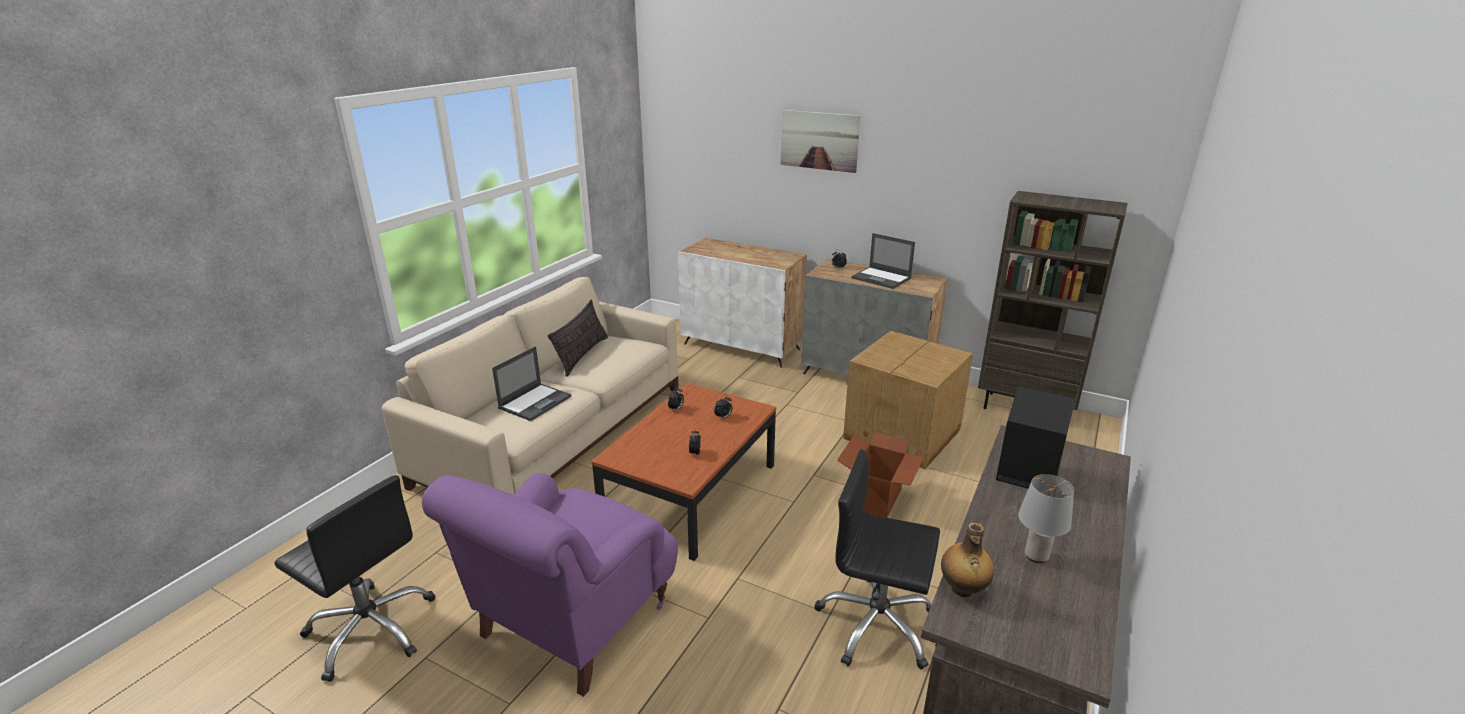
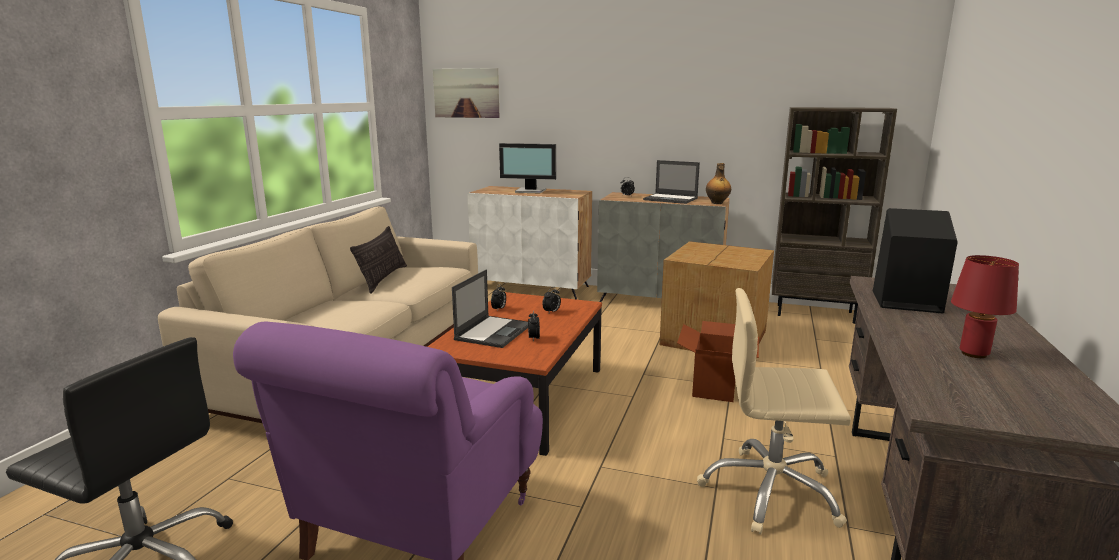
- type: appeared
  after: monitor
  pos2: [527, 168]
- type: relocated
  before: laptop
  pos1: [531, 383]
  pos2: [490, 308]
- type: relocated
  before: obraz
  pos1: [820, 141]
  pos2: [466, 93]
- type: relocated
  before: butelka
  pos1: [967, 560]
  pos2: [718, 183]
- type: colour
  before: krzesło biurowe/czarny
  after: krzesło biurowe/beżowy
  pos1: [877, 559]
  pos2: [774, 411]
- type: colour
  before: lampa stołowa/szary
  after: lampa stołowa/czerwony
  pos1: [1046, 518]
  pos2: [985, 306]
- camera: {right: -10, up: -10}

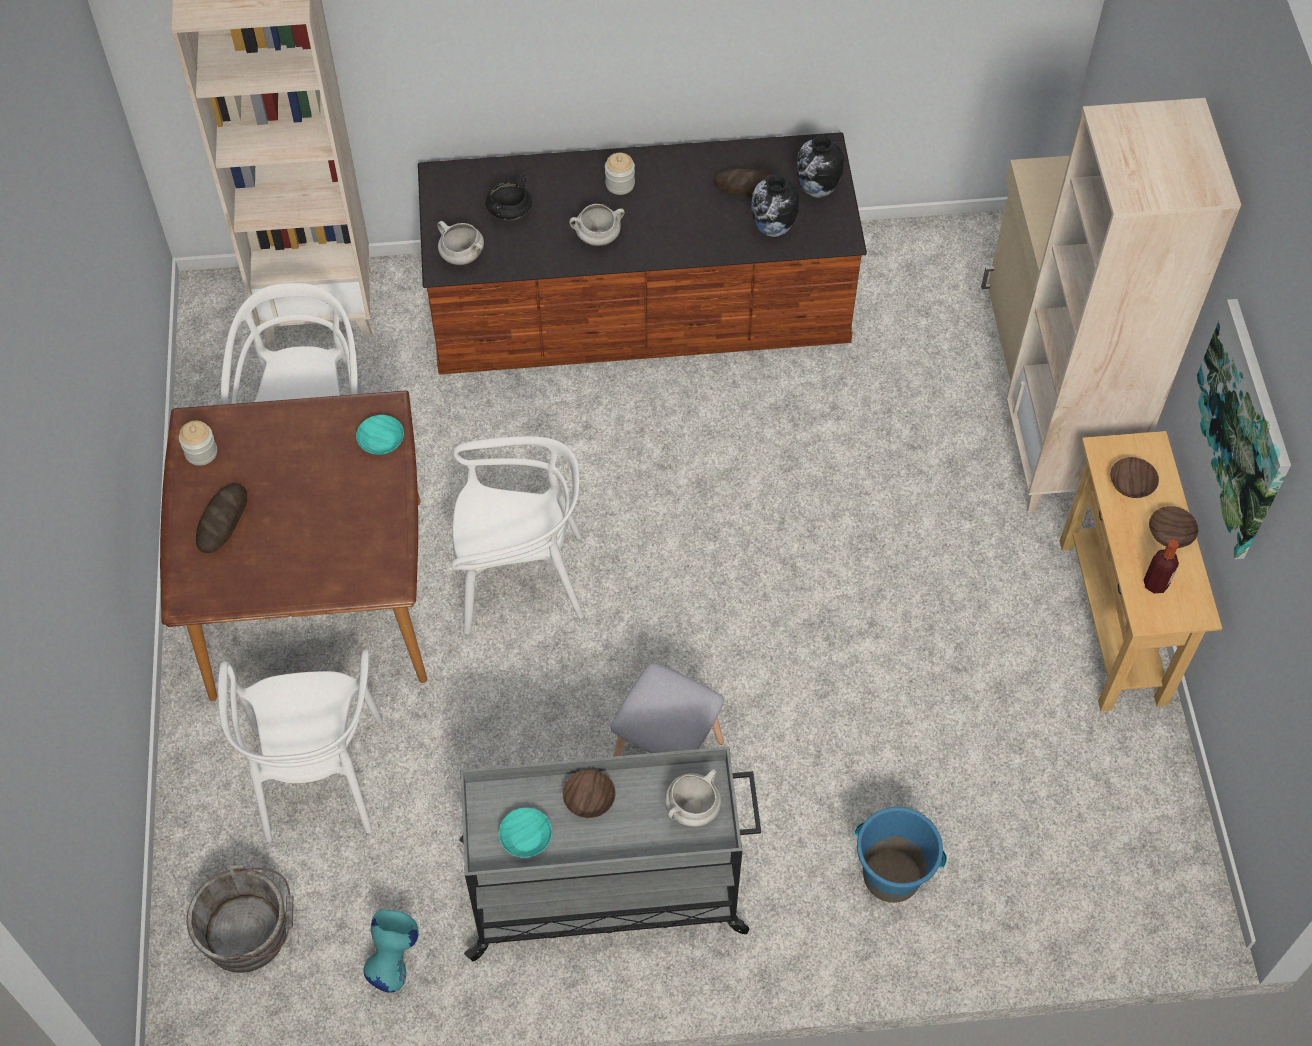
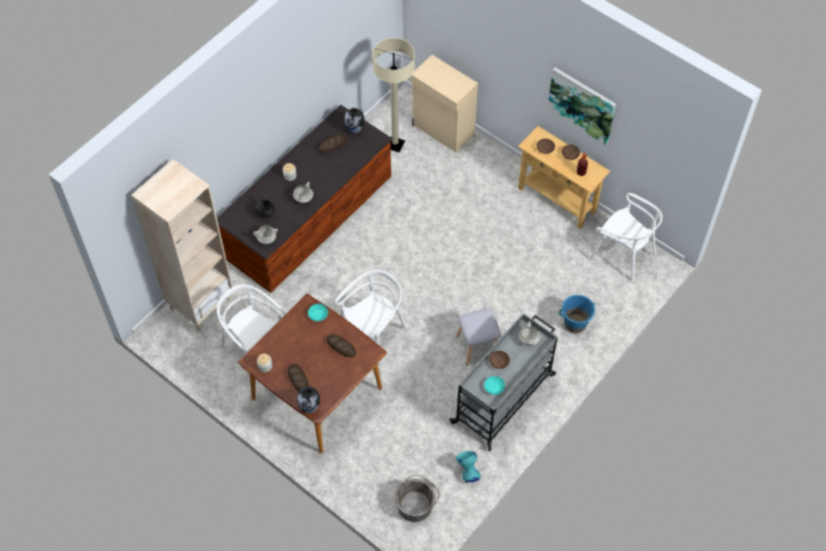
- type: missing
  before: regał/beżowy
  pos1: [1123, 305]
- type: appeared
  after: chleb
  pos2: [341, 346]
- type: appeared
  after: lampa stojąca/beżowy
  pos2: [393, 95]
- type: relocated
  before: krzesło/biały
  pos1: [300, 745]
  pos2: [626, 237]
- type: relocated
  before: wazon
  pos1: [775, 205]
  pos2: [308, 400]
- camera: {right: -45, up: 0}

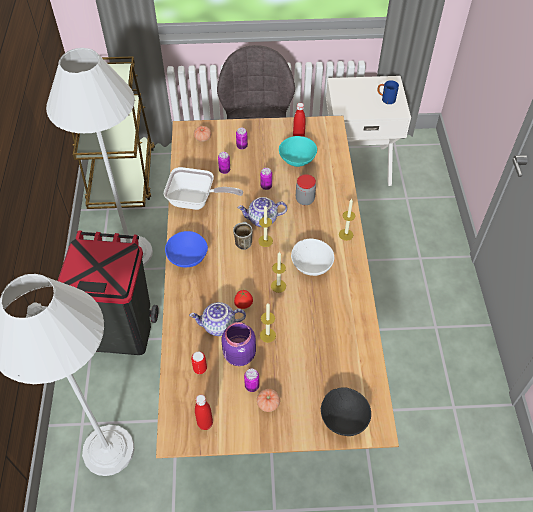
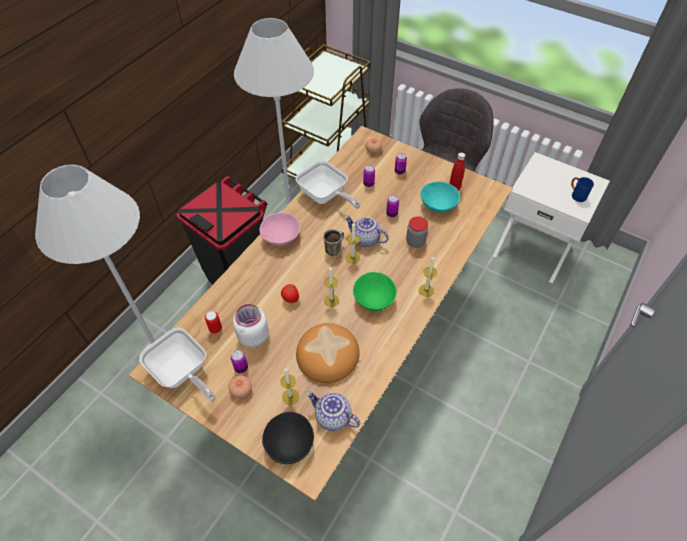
- type: appeared
  after: chleb
  pos2: [328, 353]
- type: relocated
  before: imbryk
  pos1: [217, 319]
  pos2: [333, 411]
- type: relocated
  before: świeca
  pos1: [268, 323]
  pos2: [289, 386]
- type: exchanged
  before: butelka/czerwony
  after: patelnia
  pos1: [204, 412]
  pos2: [177, 365]
- type: colour
  before: miska/niebieski
  after: miska/różowy
  pos1: [186, 249]
  pos2: [279, 229]
- type: colour
  before: słoik/fioletowy
  after: słoik/biały
  pos1: [238, 344]
  pos2: [251, 325]
- type: colour
  before: miska/biały
  after: miska/zielony
  pos1: [312, 257]
  pos2: [375, 291]
- camera: {right: 35, up: 0}

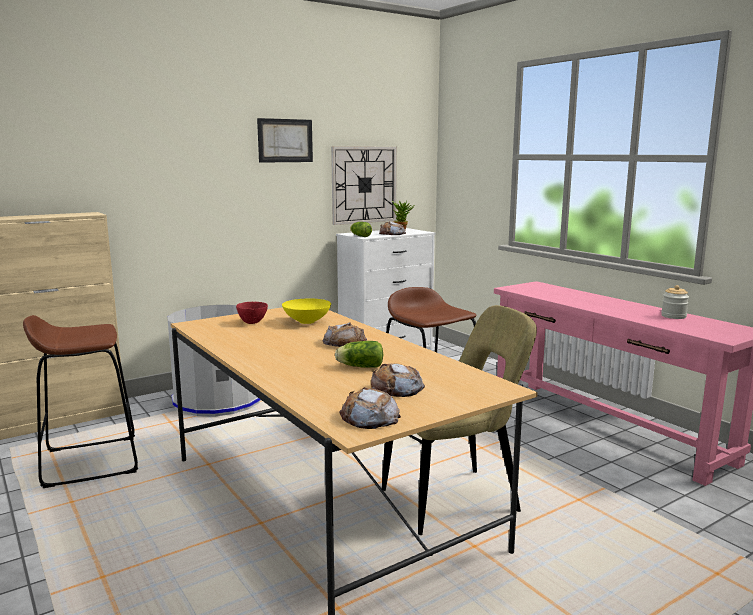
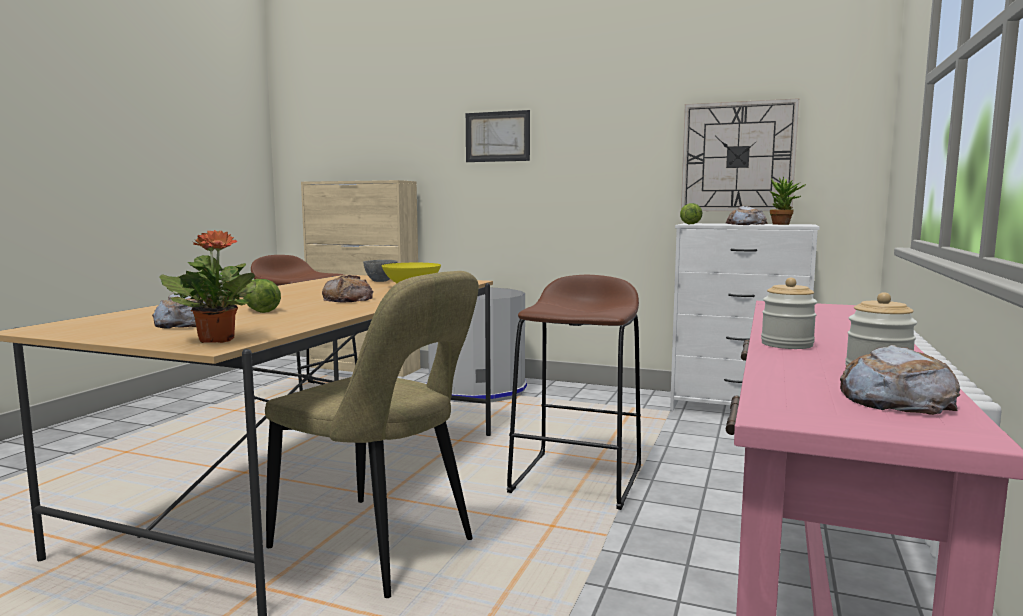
- type: appeared
  after: roślina doniczkowa
  pos2: [207, 286]
- type: appeared
  after: słoik
  pos2: [789, 313]
- type: relocated
  before: obraz
  pos1: [285, 140]
  pos2: [498, 136]
- type: relocated
  before: chleb
  pos1: [370, 408]
  pos2: [900, 380]
- type: colour
  before: miska/czerwony
  after: miska/szary
  pos1: [252, 313]
  pos2: [380, 271]
- camera: {right: 55, up: -5}

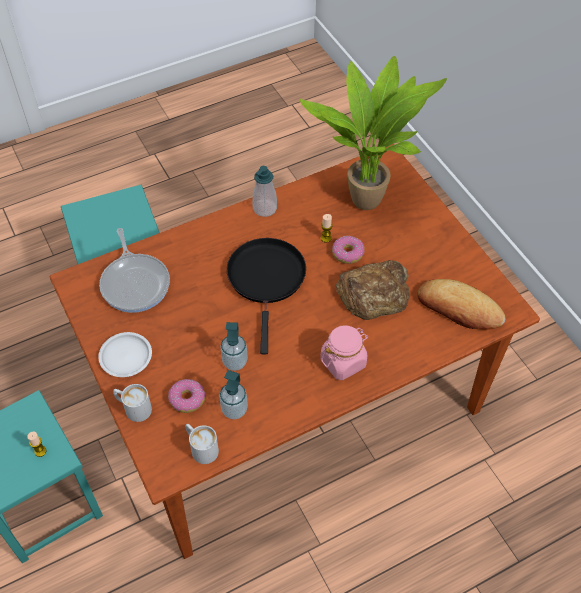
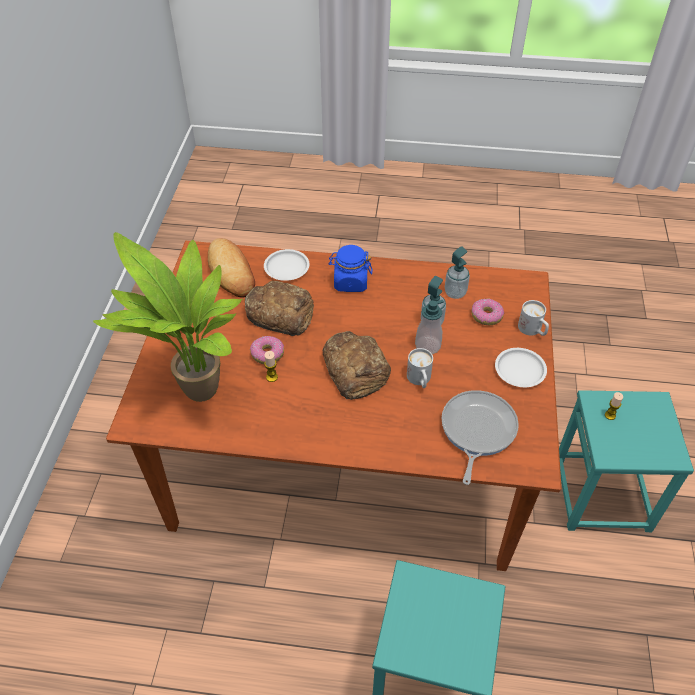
- type: appeared
  after: talerz/biały
  pos2: [287, 265]
- type: relocated
  before: kubek/biały
  pos1: [202, 444]
  pos2: [420, 368]
- type: relocated
  before: dozownik mydła
  pos1: [264, 191]
  pos2: [429, 327]
- type: exchanged
  before: patelnia/czarny
  after: chleb
  pos1: [266, 296]
  pos2: [357, 365]
- type: colour
  before: słoik/różowy
  after: słoik/niebieski
  pos1: [344, 352]
  pos2: [350, 268]
- camera: {right: -145, up: -5}

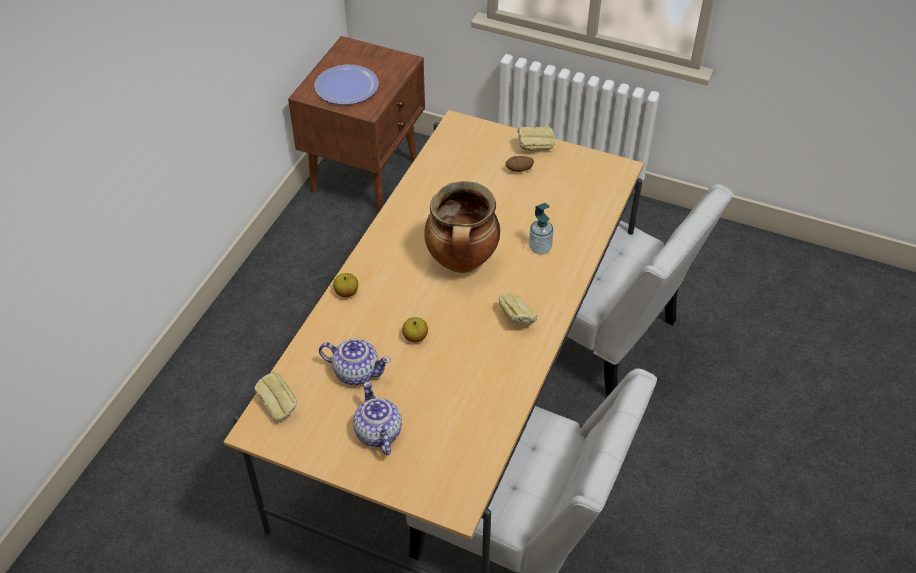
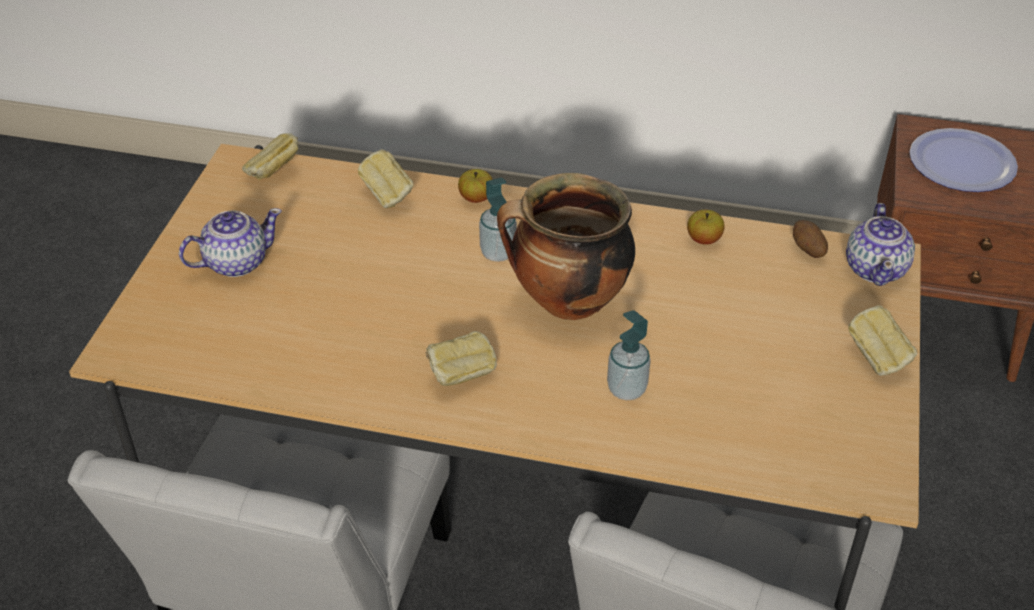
- type: appeared
  after: chleb
  pos2: [386, 179]
- type: appeared
  after: dozownik mydła
  pos2: [498, 219]
- type: relocated
  before: imbryk
  pos1: [355, 362]
  pos2: [880, 244]
- type: relocated
  before: jabłko
  pos1: [415, 330]
  pos2: [706, 227]
- type: relocated
  before: ziemniak
  pos1: [520, 164]
  pos2: [810, 239]
- camera: {right: 80, up: -5}

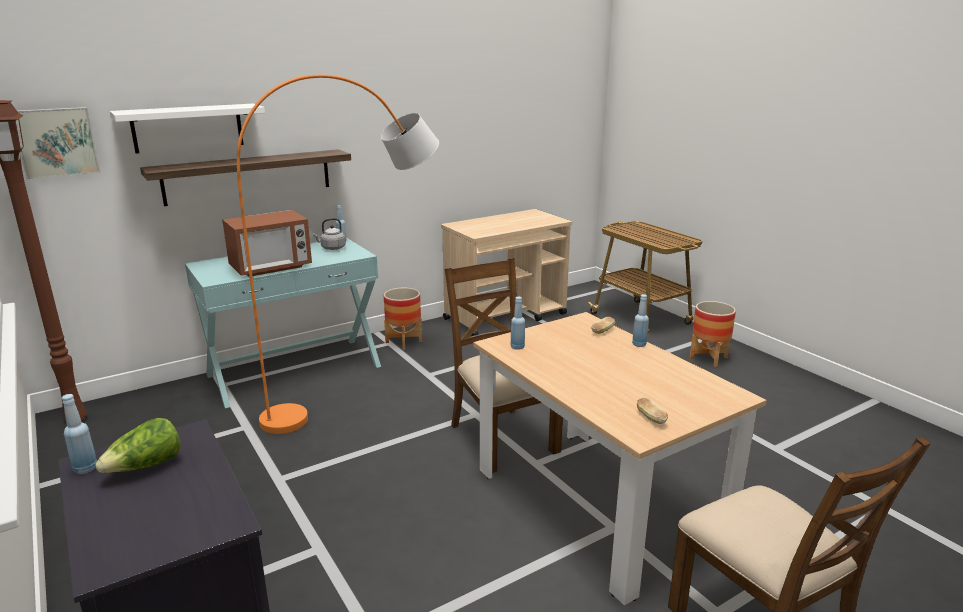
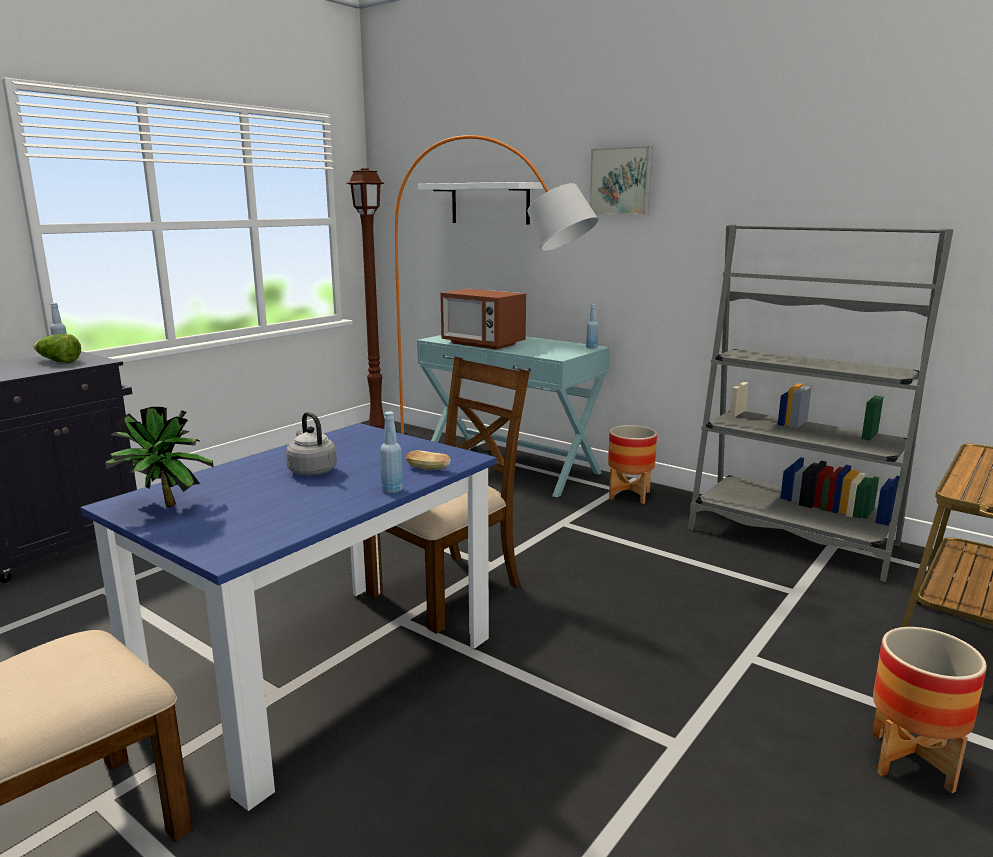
- type: missing
  before: półka
  pos1: [245, 177]
- type: missing
  before: butelka/niebieski
  pos1: [518, 323]
- type: relocated
  before: obraz
  pos1: [59, 143]
  pos2: [621, 180]
- type: relocated
  before: czajnik/szary
  pos1: [329, 234]
  pos2: [311, 444]
- type: exchanged
  before: wózek/beżowy
  after: regał/szary
  pos1: [506, 272]
  pos2: [820, 403]
- type: exchanged
  before: chleb
  after: roślina doniczkowa
  pos1: [652, 411]
  pos2: [159, 457]
- type: colour
  before: stół jadalny/beżowy
  after: stół jadalny/niebieski
  pos1: [620, 458]
  pos2: [288, 617]
- camera: {right: 70, up: -5}

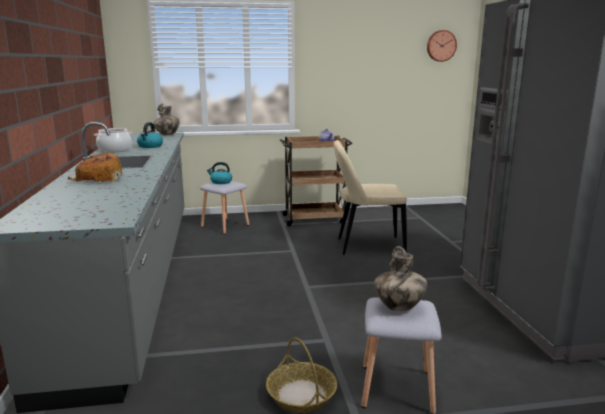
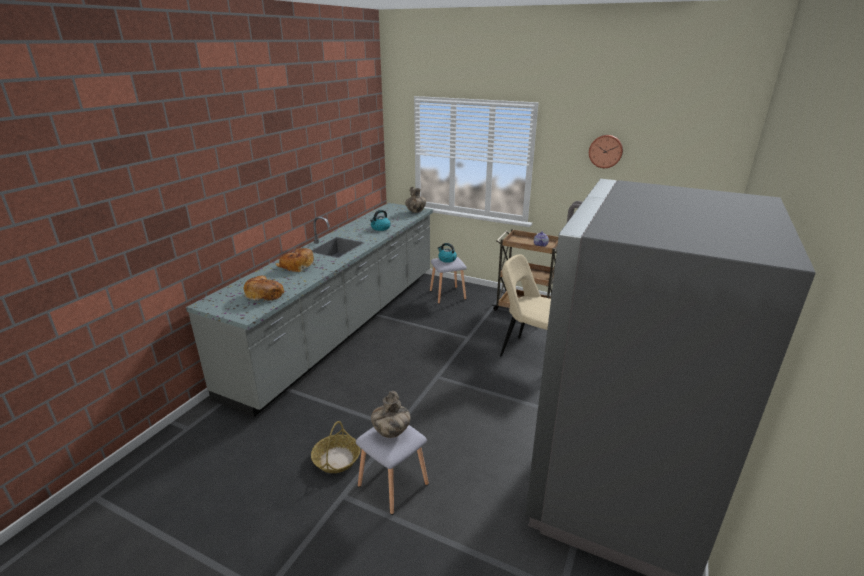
- type: missing
  before: garnek
  pos1: [113, 140]
- type: appeared
  after: chleb
  pos2: [264, 288]
- type: relocated
  before: zegar ścienny
  pos1: [442, 46]
  pos2: [606, 151]
- camera: {right: 35, up: 10}

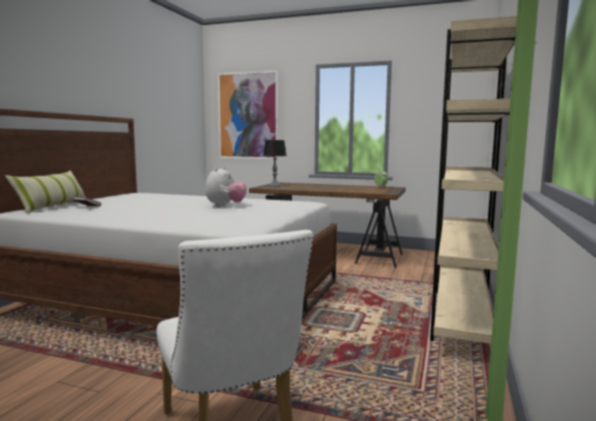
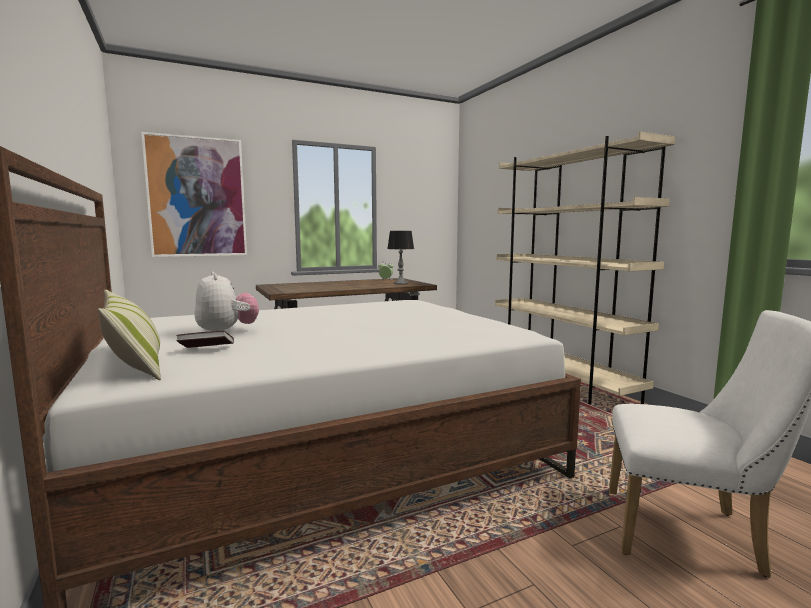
- type: relocated
  before: pluszak
  pos1: [226, 187]
  pos2: [226, 301]
- type: relocated
  before: lampa stołowa
  pos1: [274, 163]
  pos2: [400, 258]
- camera: {right: -45, up: 0}

